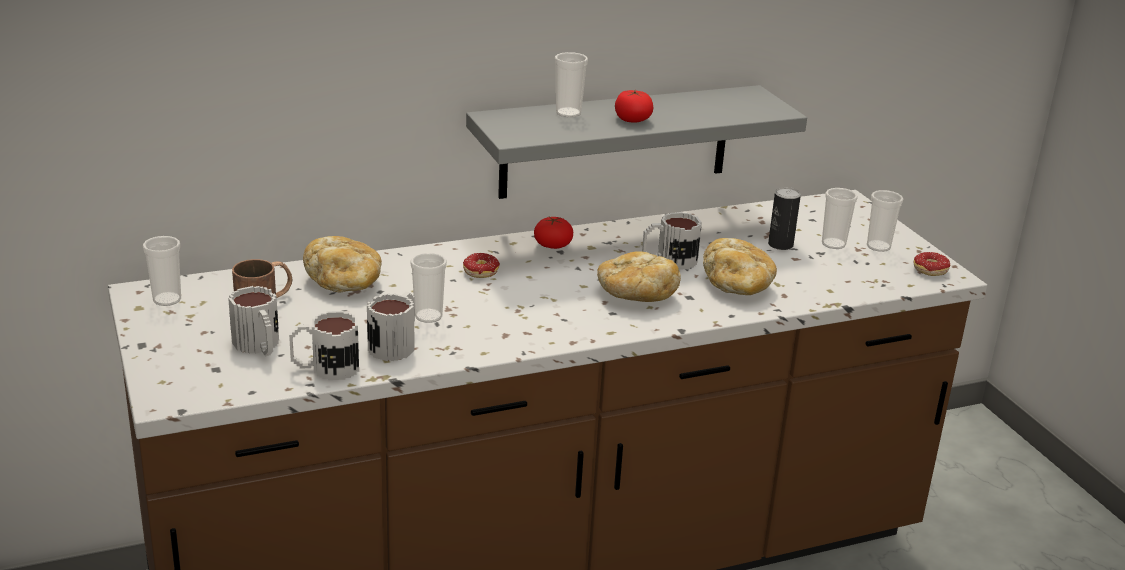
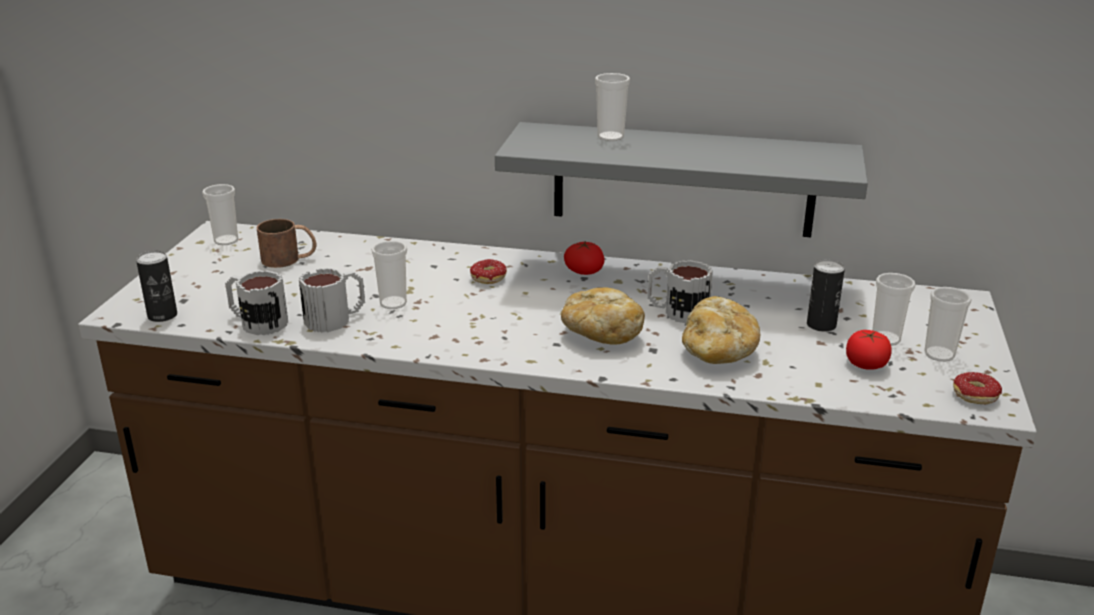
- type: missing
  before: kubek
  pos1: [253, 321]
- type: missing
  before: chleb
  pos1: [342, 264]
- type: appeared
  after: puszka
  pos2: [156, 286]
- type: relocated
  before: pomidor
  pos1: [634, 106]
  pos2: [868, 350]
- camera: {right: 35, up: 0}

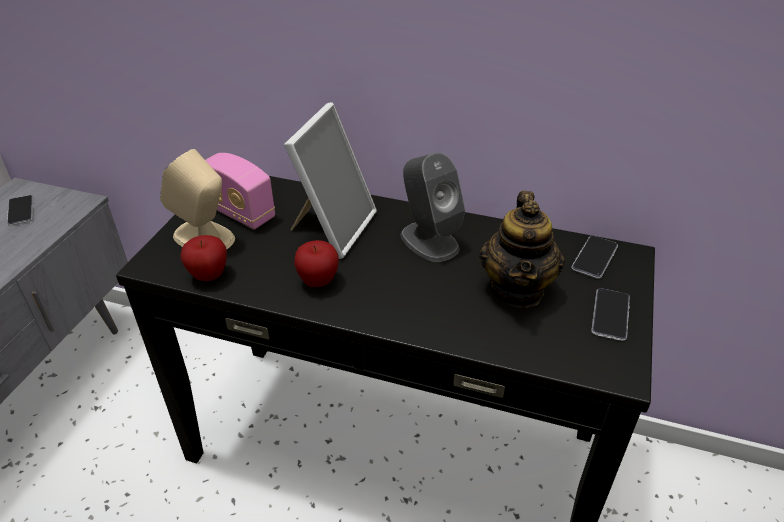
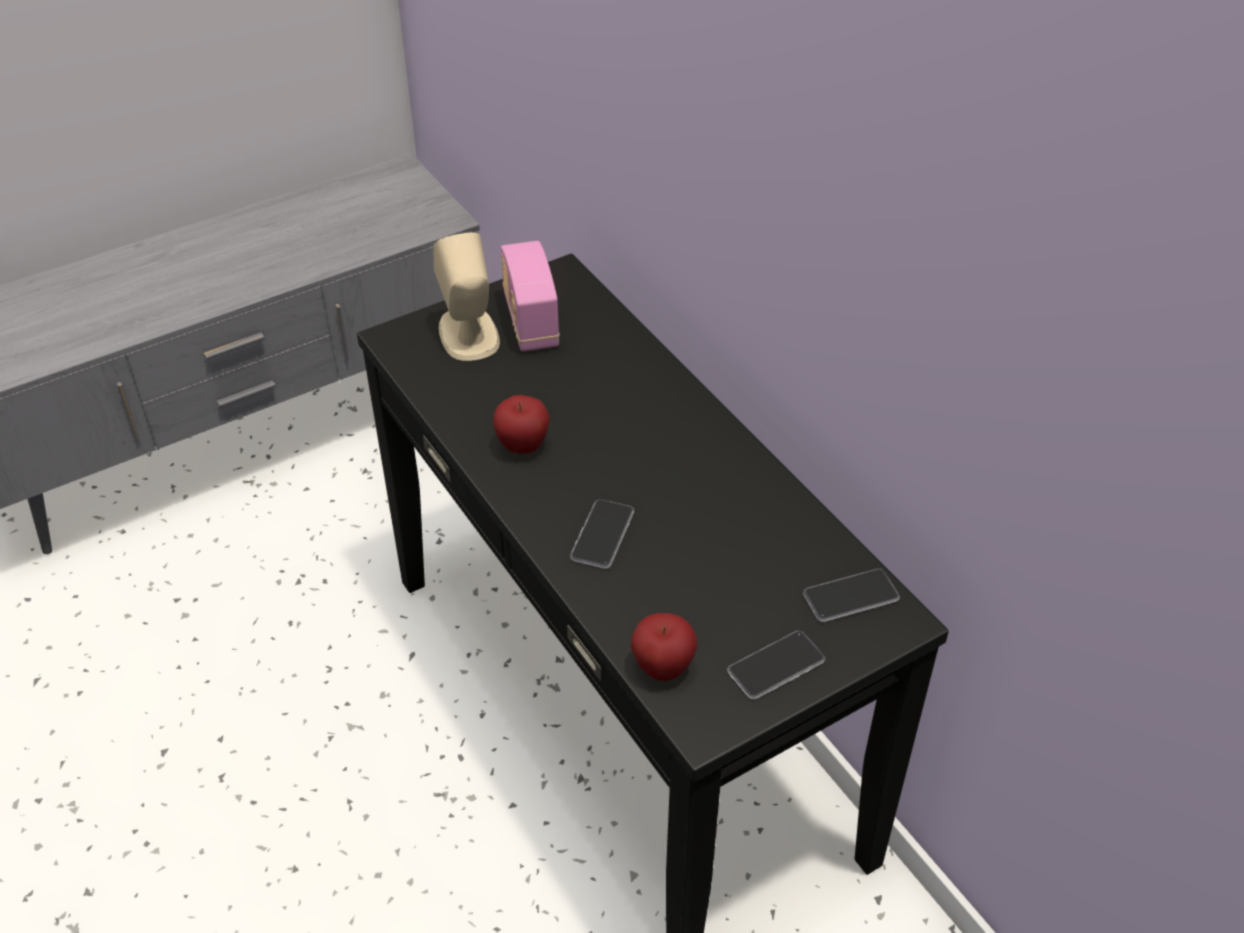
- type: missing
  before: ramka na zdjęcie
  pos1: [330, 180]
- type: missing
  before: głośnik/szary
  pos1: [433, 207]
- type: missing
  before: imbryk
  pos1: [522, 249]
- type: relocated
  before: telefon
  pos1: [20, 210]
  pos2: [602, 534]
- type: relocated
  before: jabłko
  pos1: [203, 258]
  pos2: [664, 647]
- camera: {right: 40, up: 5}

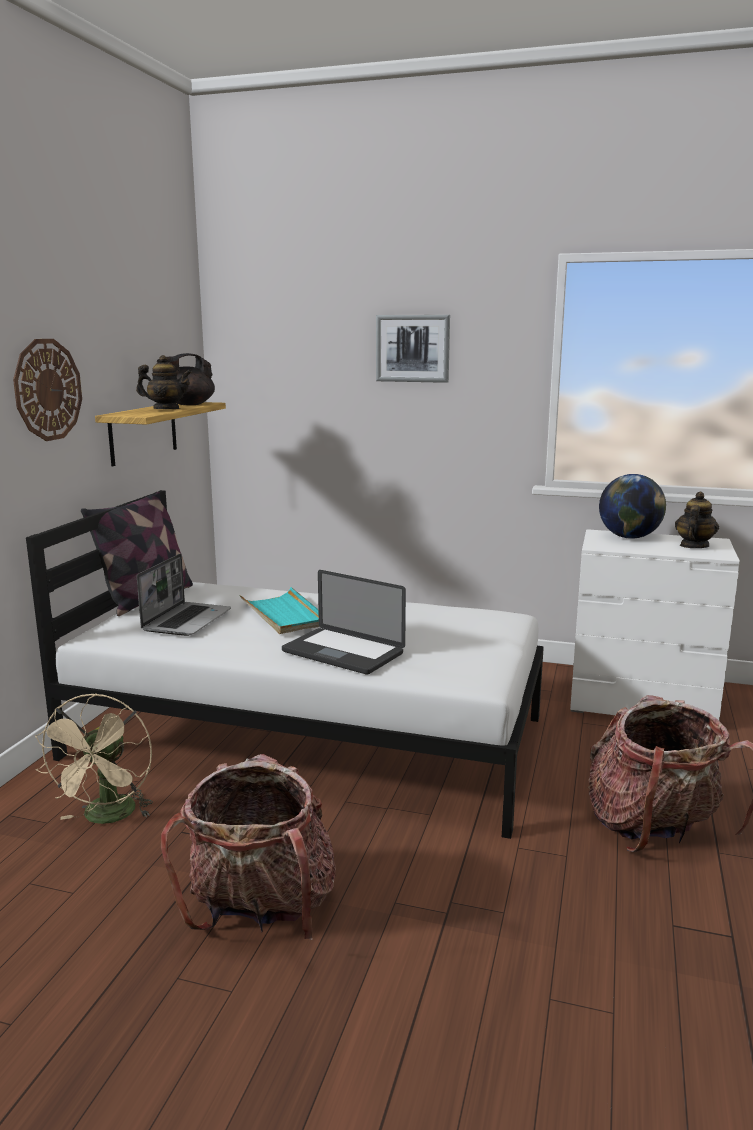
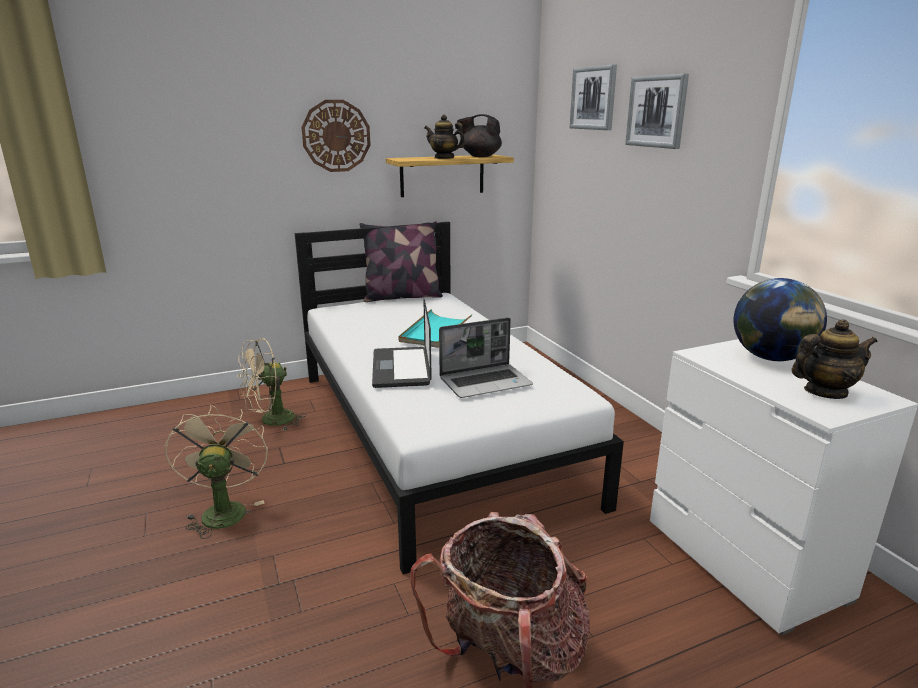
- type: appeared
  after: obraz
  pos2: [593, 97]
- type: relocated
  before: laptop
  pos1: [184, 595]
  pos2: [486, 357]
- type: exchanged
  before: plecak
  after: wentylator/beżowy
  pos1: [248, 847]
  pos2: [216, 471]
- type: spun
  before: imbryk
  pos1: [164, 382]
  pos2: [444, 137]
  turn: 150
- camera: {right: 50, up: 5}

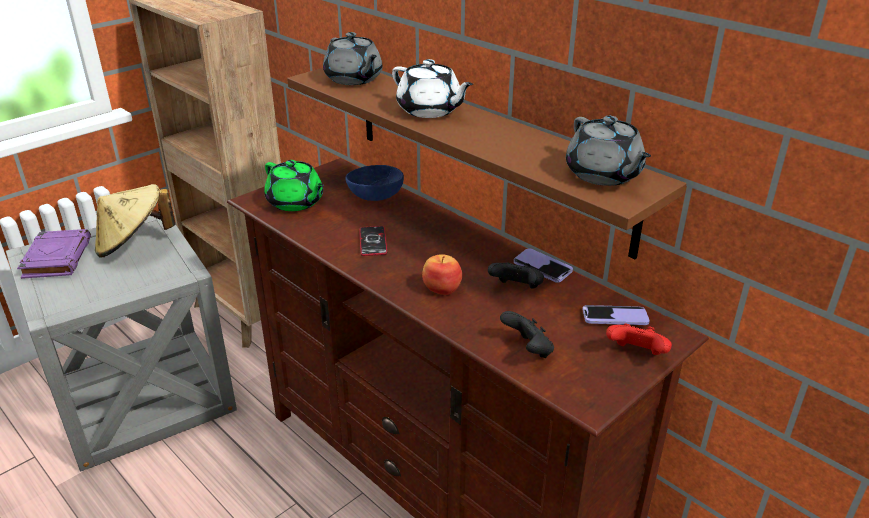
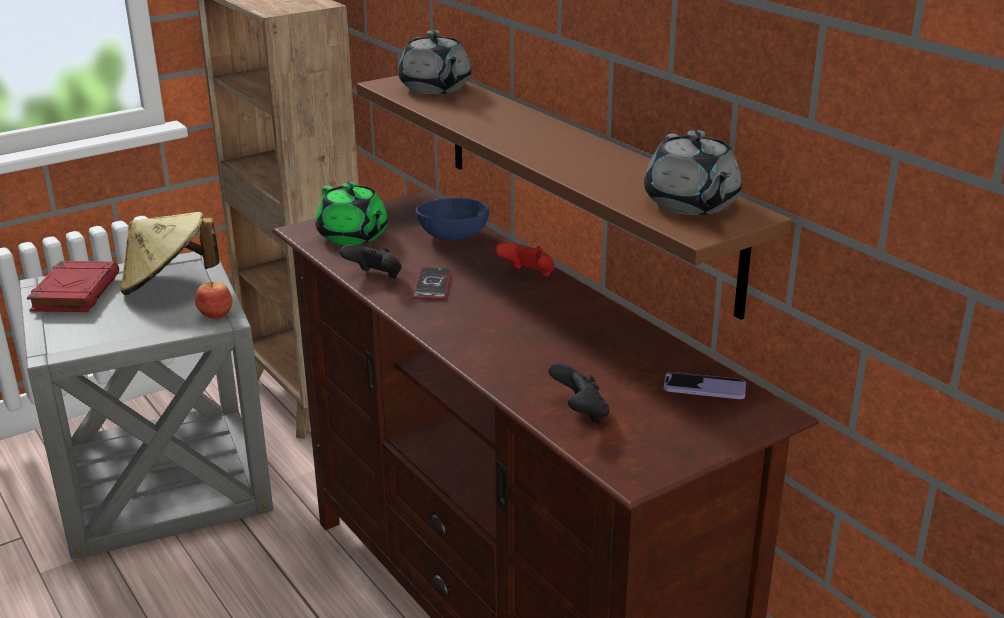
- type: missing
  before: imbryk/biały
  pos1: [432, 88]
- type: missing
  before: telefon
  pos1: [543, 265]
- type: relocated
  before: jabłko
  pos1: [442, 274]
  pos2: [213, 300]
- type: relocated
  before: pad do gier/czarny
  pos1: [516, 275]
  pos2: [371, 261]
- type: relocated
  before: pad do gier/czerwony
  pos1: [639, 339]
  pos2: [524, 259]
- type: colour
  before: książka/fioletowy
  after: książka/czerwony
  pos1: [54, 254]
  pos2: [73, 286]
- camera: {right: 10, up: -5}

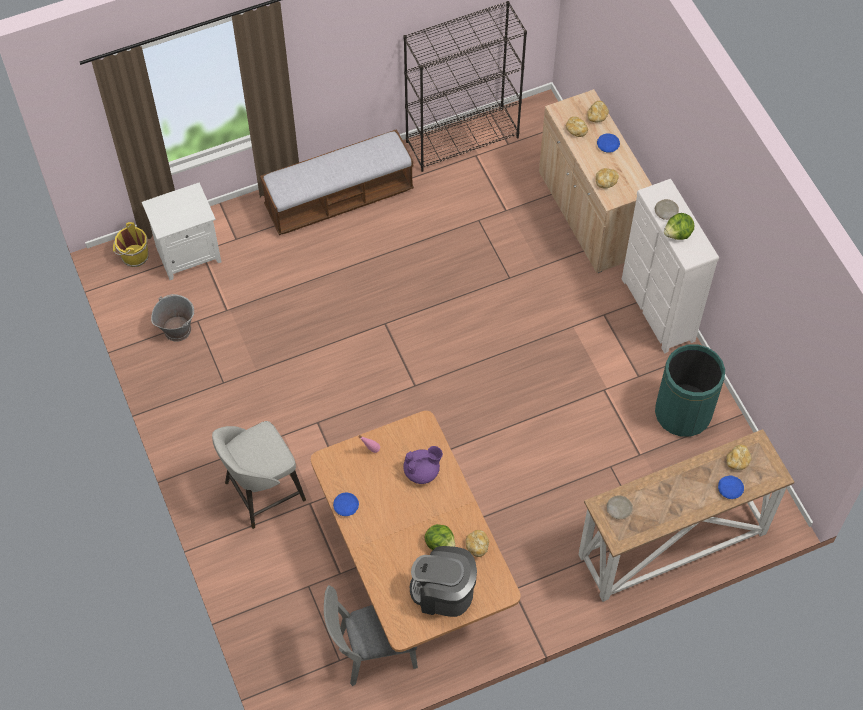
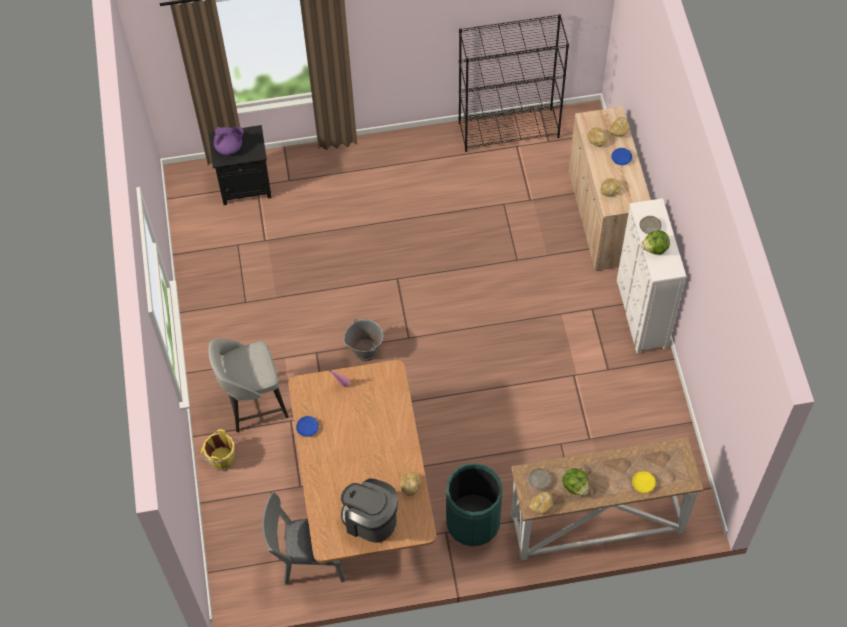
- type: missing
  before: ławka
  pos1: [337, 182]
- type: relocated
  before: wiadro/żółty
  pos1: [131, 244]
  pos2: [218, 449]
- type: relocated
  before: wiadro/szary
  pos1: [172, 318]
  pos2: [364, 340]
- type: relocated
  before: imbryk/fioletowy
  pos1: [423, 465]
  pos2: [229, 140]
- type: relocated
  before: sałata
  pos1: [440, 537]
  pos2: [575, 482]
- type: relocated
  before: kosz na śmieci/zielony
  pos1: [690, 390]
  pos2: [474, 504]
- type: relocated
  before: chleb
  pos1: [739, 457]
  pos2: [541, 503]
- type: colour
  before: szafka nocna/biały
  after: szafka nocna/czarny
  pos1: [181, 231]
  pos2: [240, 165]
- type: colour
  before: talerz/niebieski
  after: talerz/żółty
  pos1: [731, 487]
  pos2: [644, 482]
- camera: {right: 15, up: 0}

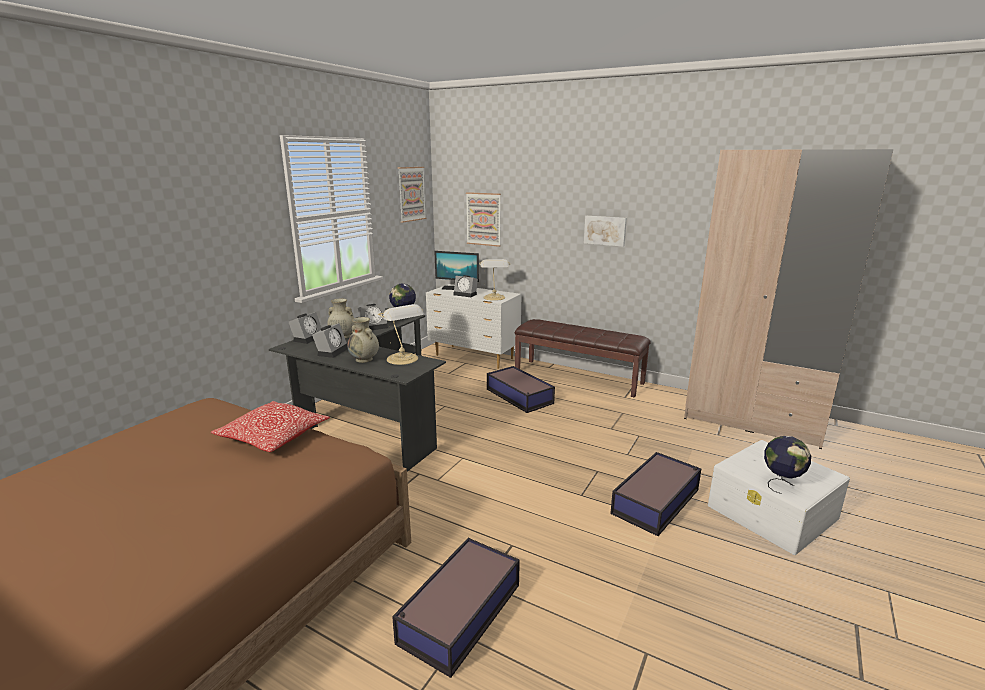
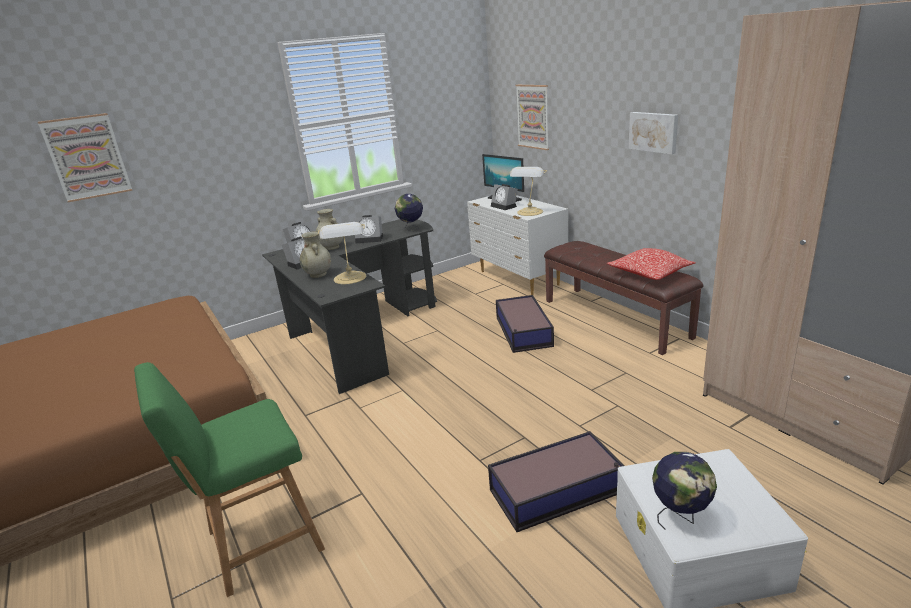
- type: relocated
  before: poduszka
  pos1: [270, 426]
  pos2: [651, 264]
- type: relocated
  before: obraz
  pos1: [412, 195]
  pos2: [85, 157]
- type: exchanged
  before: pojemnik do przechowywania
  after: krzesło/zielony
  pos1: [456, 608]
  pos2: [229, 479]
- camera: {right: 30, up: 5}

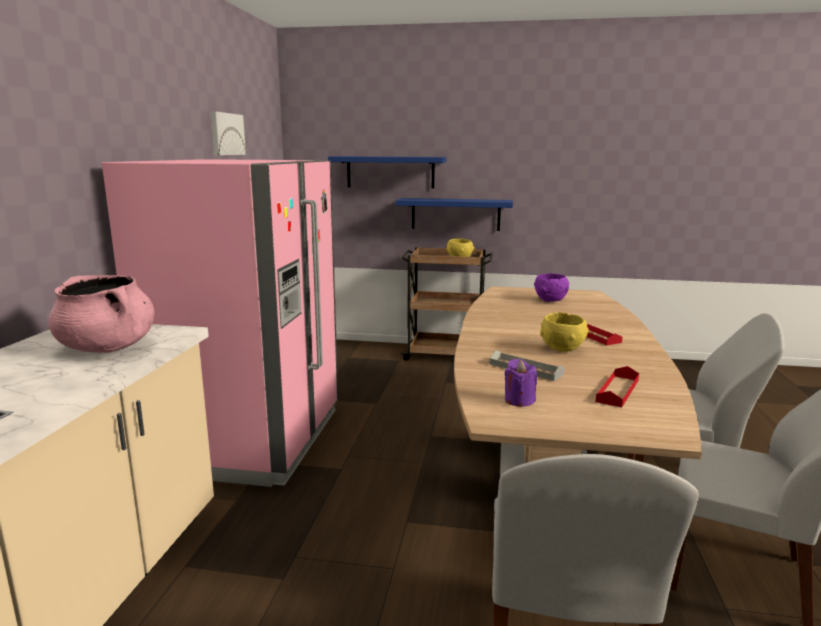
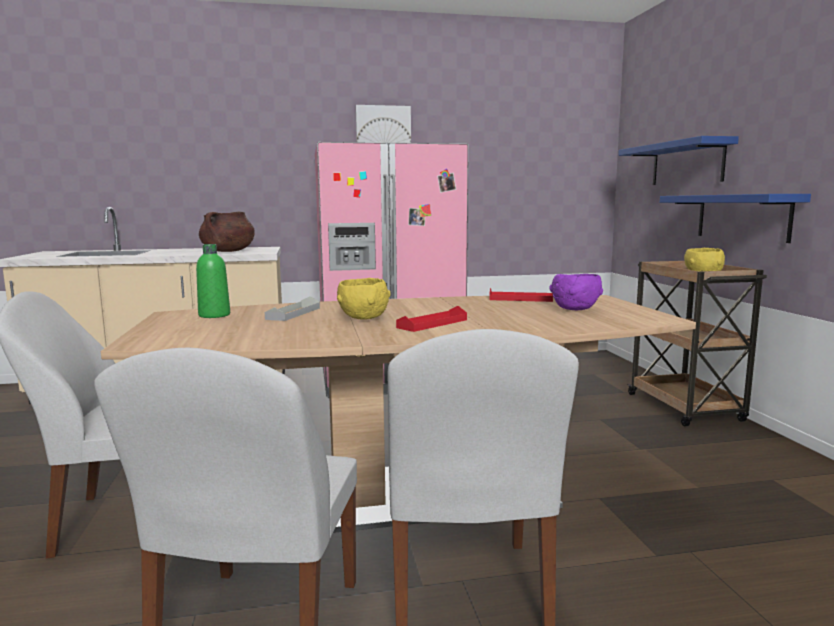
- type: relocated
  before: obraz
  pos1: [228, 133]
  pos2: [383, 124]
- type: relocated
  before: taca/czerwony
  pos1: [617, 387]
  pos2: [521, 295]
- type: exchanged
  before: świeca/fioletowy
  after: butelka/zielony
  pos1: [521, 383]
  pos2: [213, 281]
- type: colour
  before: garnek/różowy
  after: garnek/brązowy
  pos1: [101, 314]
  pos2: [227, 231]
- camera: {right: 70, up: -5}

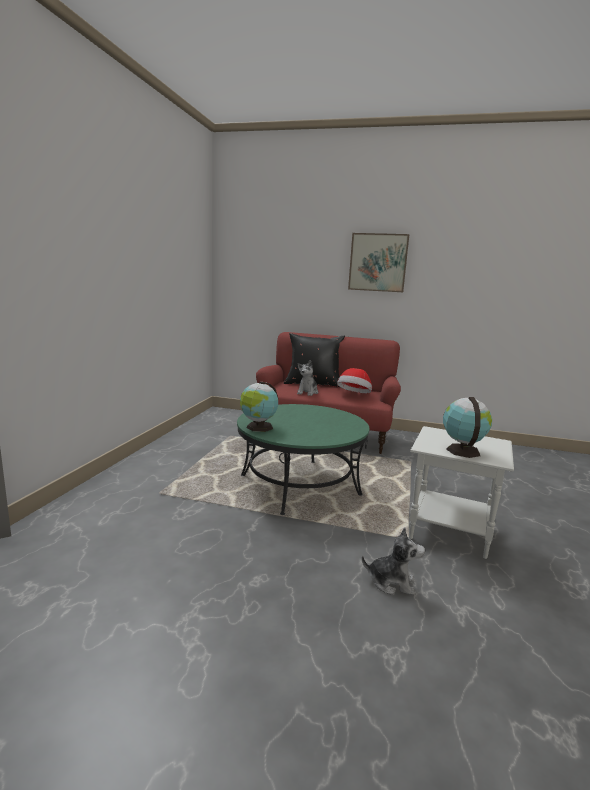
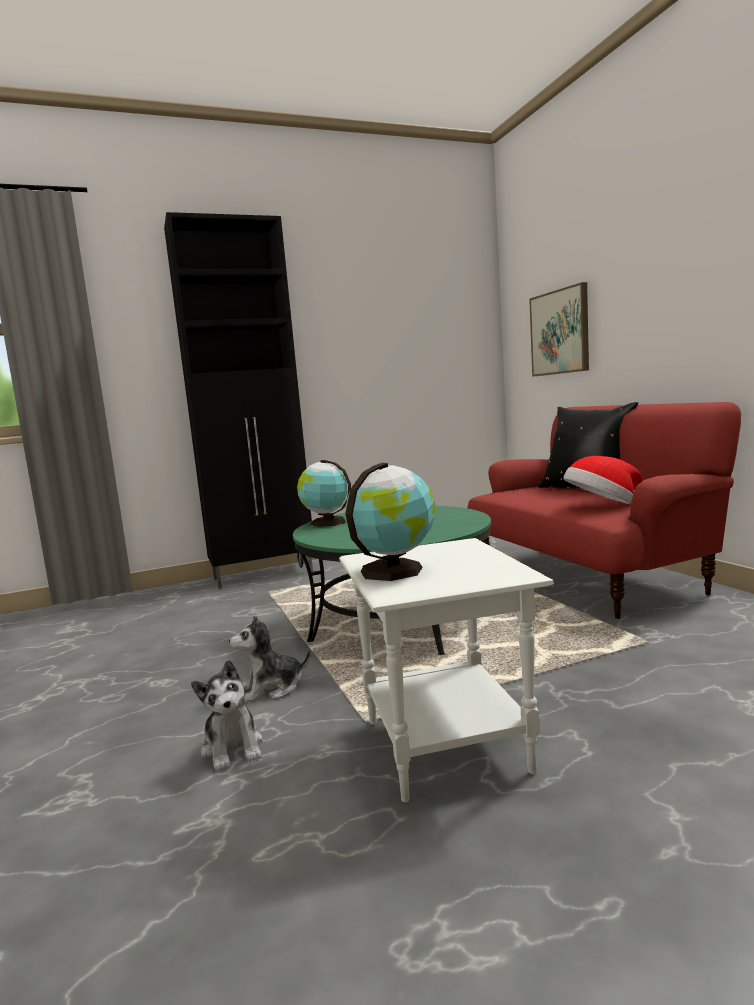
- type: appeared
  after: szafka/czarny
  pos2: [238, 400]
- type: relocated
  before: pluszak
  pos1: [307, 378]
  pos2: [269, 658]
- type: relocated
  before: obraz
  pos1: [378, 262]
  pos2: [559, 329]
- camera: {right: 55, up: -5}

